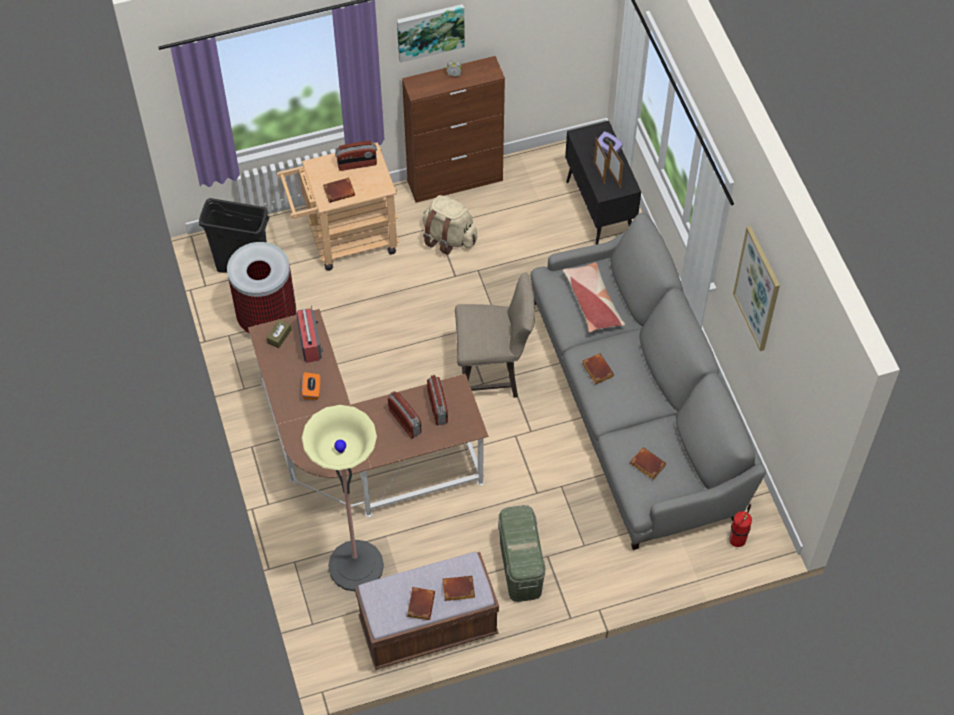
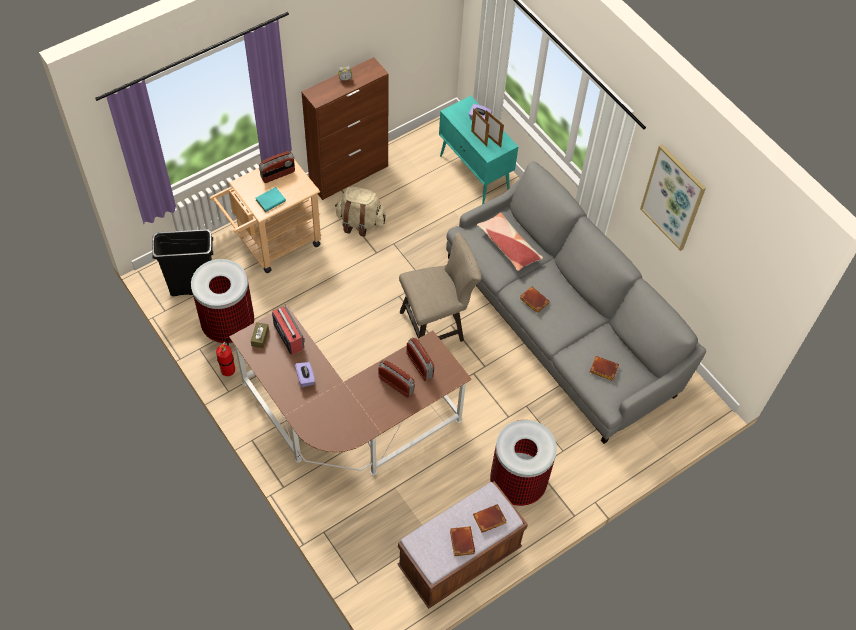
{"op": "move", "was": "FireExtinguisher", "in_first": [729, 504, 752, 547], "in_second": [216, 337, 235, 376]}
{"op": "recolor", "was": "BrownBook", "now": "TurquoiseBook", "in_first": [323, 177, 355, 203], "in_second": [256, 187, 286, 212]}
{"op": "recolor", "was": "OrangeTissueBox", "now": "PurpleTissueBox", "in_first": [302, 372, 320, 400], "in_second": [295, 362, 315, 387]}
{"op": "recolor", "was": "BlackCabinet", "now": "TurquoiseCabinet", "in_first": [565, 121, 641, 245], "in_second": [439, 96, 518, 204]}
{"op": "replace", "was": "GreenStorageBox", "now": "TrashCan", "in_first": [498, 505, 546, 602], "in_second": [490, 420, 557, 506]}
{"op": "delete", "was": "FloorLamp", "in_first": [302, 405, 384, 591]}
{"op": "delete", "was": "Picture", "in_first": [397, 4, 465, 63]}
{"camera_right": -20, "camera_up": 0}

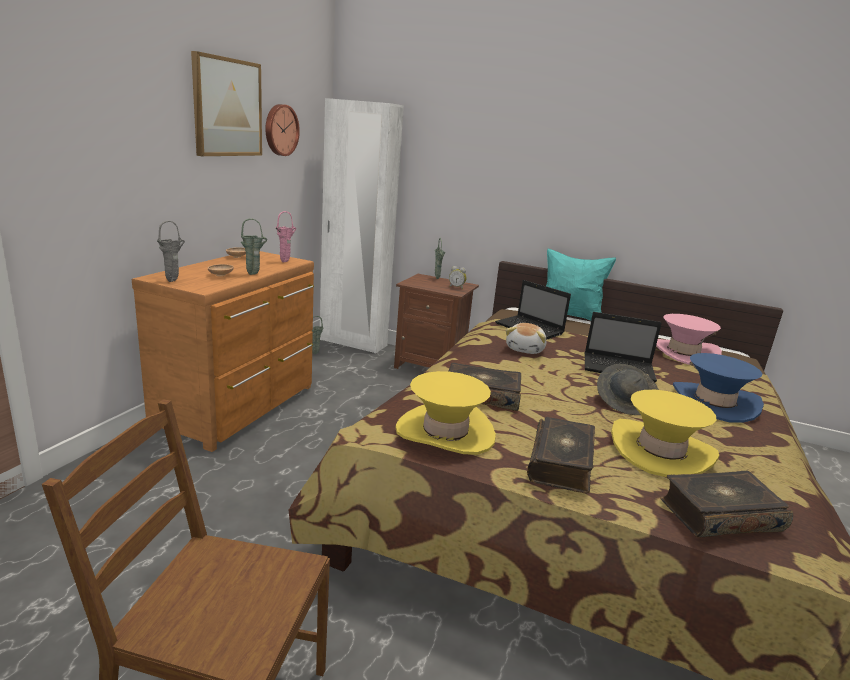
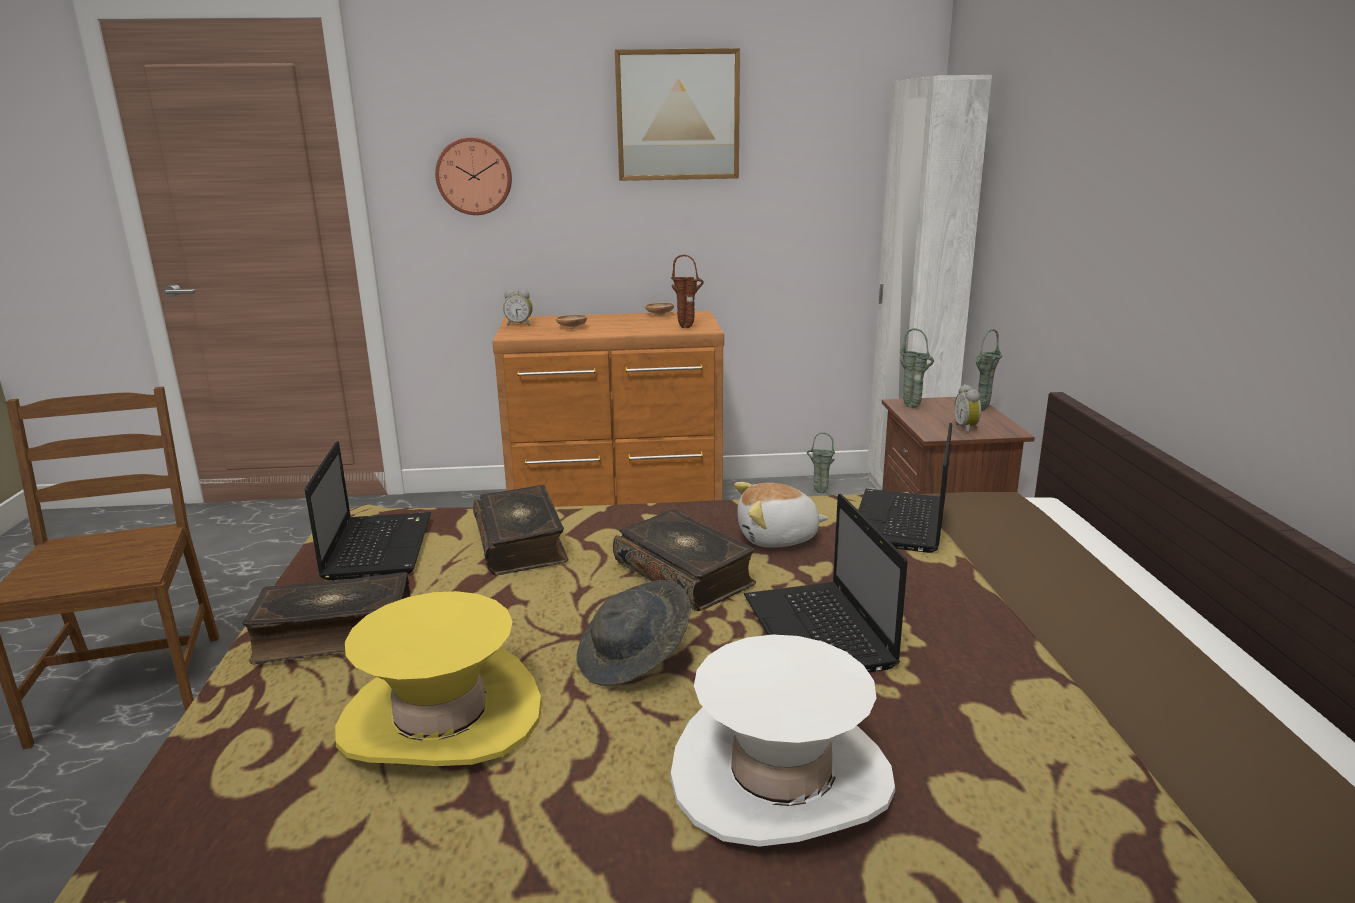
{"op": "replace", "was": "YellowHat", "now": "Laptop", "in_first": [395, 371, 496, 455], "in_second": [304, 441, 431, 580]}
{"op": "move", "was": "WallClock", "in_first": [265, 104, 300, 156], "in_second": [435, 137, 512, 215]}
{"op": "replace", "was": "GreyVase", "now": "AlarmClock", "in_first": [157, 221, 185, 282], "in_second": [503, 290, 533, 326]}
{"op": "move", "was": "Book", "in_first": [660, 471, 793, 538], "in_second": [613, 509, 756, 611]}
{"op": "recolor", "was": "BlueHat", "now": "WhiteHat", "in_first": [672, 353, 764, 423], "in_second": [670, 634, 895, 847]}
{"op": "recolor", "was": "PinkVase", "now": "BrownVase", "in_first": [276, 211, 296, 263], "in_second": [671, 255, 704, 328]}
{"op": "move", "was": "GreenVase", "in_first": [241, 218, 267, 275], "in_second": [900, 328, 934, 408]}
{"op": "delete", "was": "TurquoisePillow", "in_first": [546, 249, 616, 321]}
{"op": "delete", "was": "PinkHat", "in_first": [656, 314, 722, 365]}
{"camera_right": 65, "camera_up": 0}

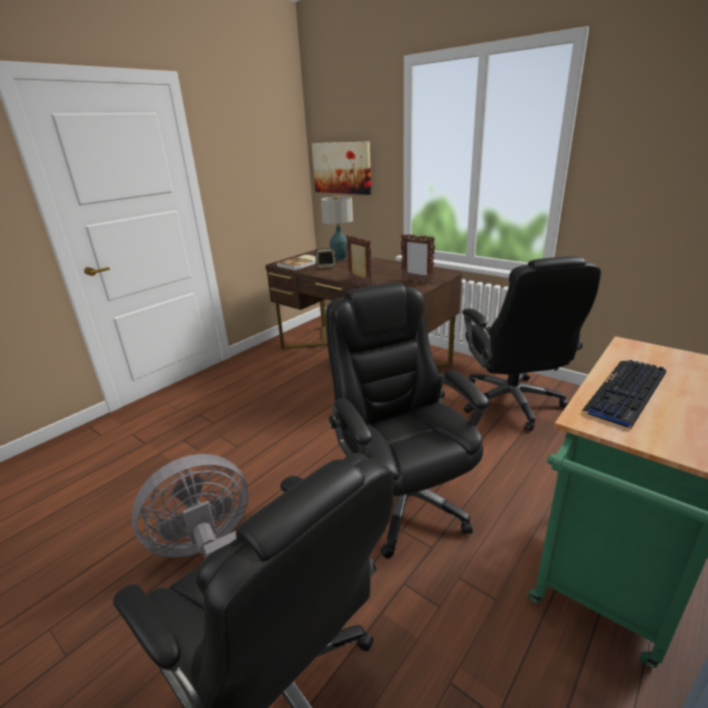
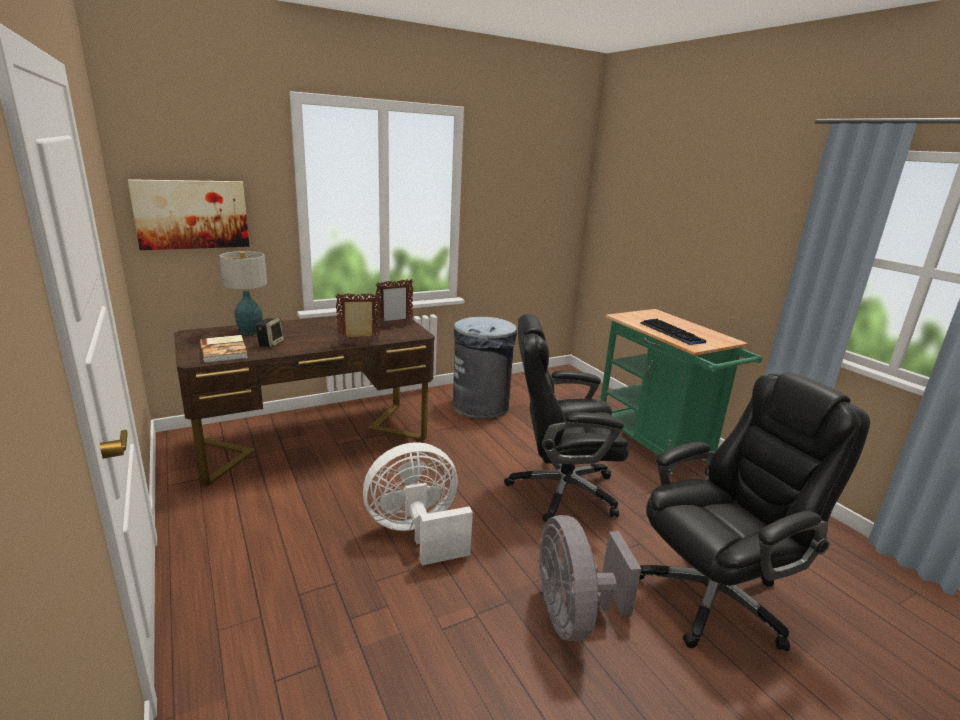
{"op": "insert", "now": "WhiteFan", "in_second": [363, 442, 473, 565]}
{"op": "replace", "was": "BlackOfficeChair", "now": "GreyTrashCan", "in_first": [462, 256, 601, 431], "in_second": [453, 317, 517, 419]}
{"camera_right": -70, "camera_up": -5}

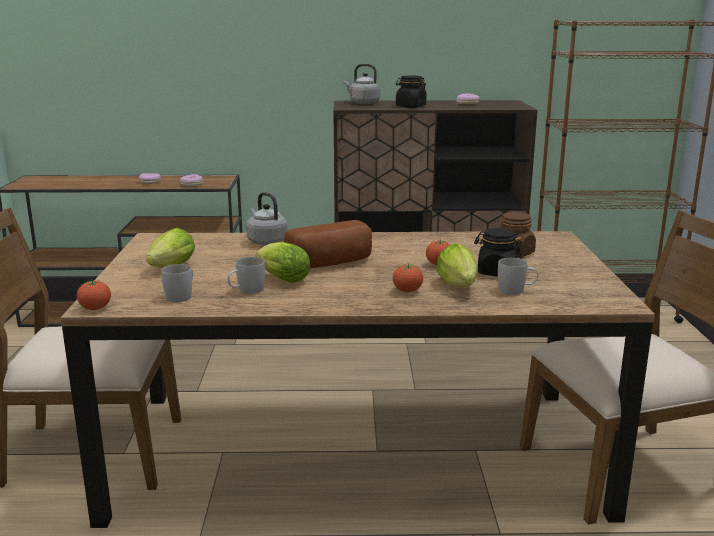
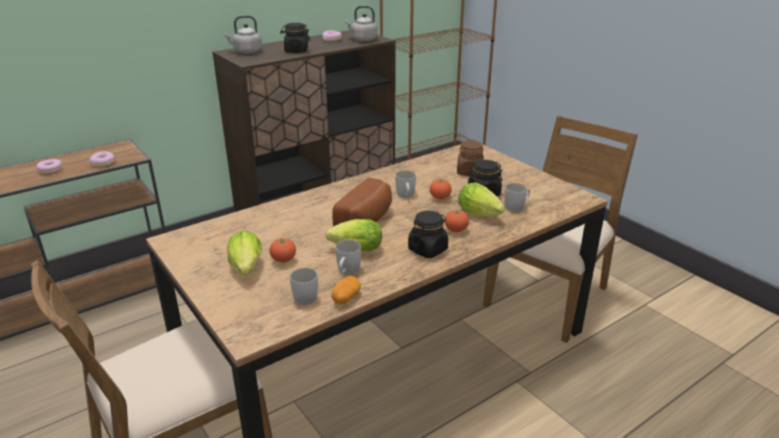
{"op": "move", "was": "Tomato", "in_first": [77, 280, 111, 310], "in_second": [269, 238, 296, 262]}
{"op": "insert", "now": "Potato", "in_second": [332, 276, 361, 304]}
{"op": "move", "was": "GreyKettle", "in_first": [246, 192, 288, 245], "in_second": [345, 6, 378, 41]}
{"op": "insert", "now": "WhiteMug", "in_second": [395, 170, 416, 198]}
{"op": "insert", "now": "BlackJar", "in_second": [408, 211, 448, 258]}
{"camera_right": -35, "camera_up": 10}

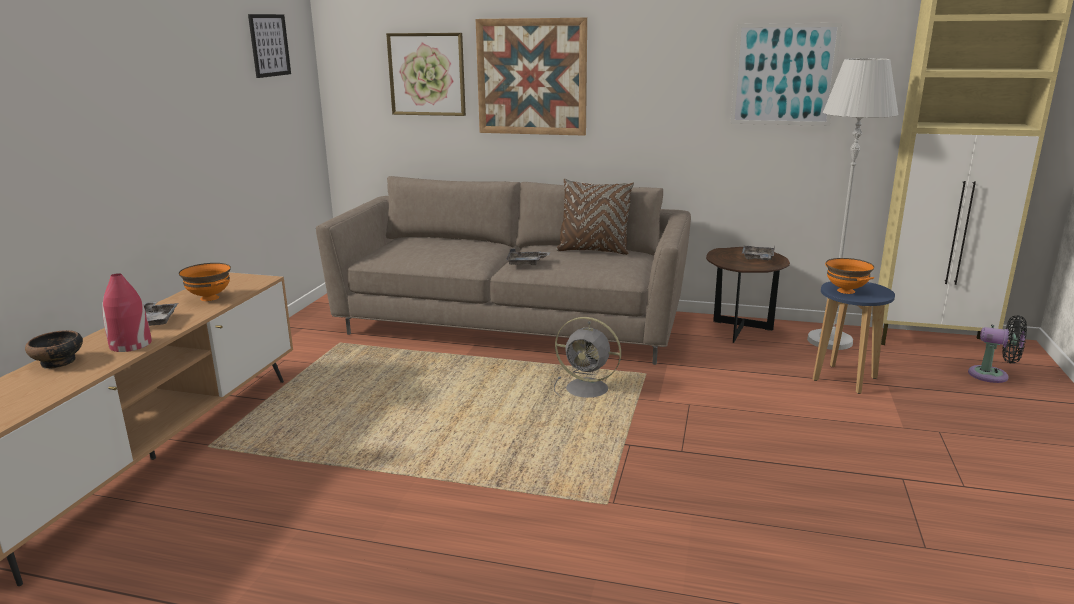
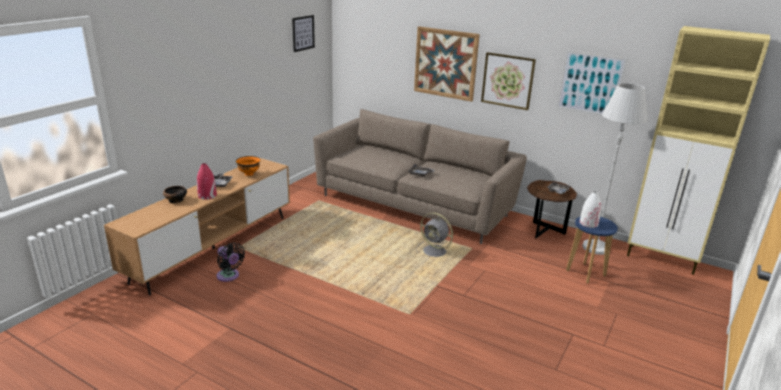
{"op": "move", "was": "BlackFan", "in_first": [968, 315, 1027, 383], "in_second": [216, 243, 245, 282]}
{"op": "move", "was": "Picture", "in_first": [386, 33, 466, 116], "in_second": [481, 52, 536, 110]}
{"op": "replace", "was": "OrangeBowl", "now": "WhiteVase", "in_first": [825, 258, 874, 294], "in_second": [580, 191, 601, 228]}
{"op": "delete", "was": "BrownPillow", "in_first": [556, 178, 634, 255]}
{"camera_right": 15, "camera_up": 5}

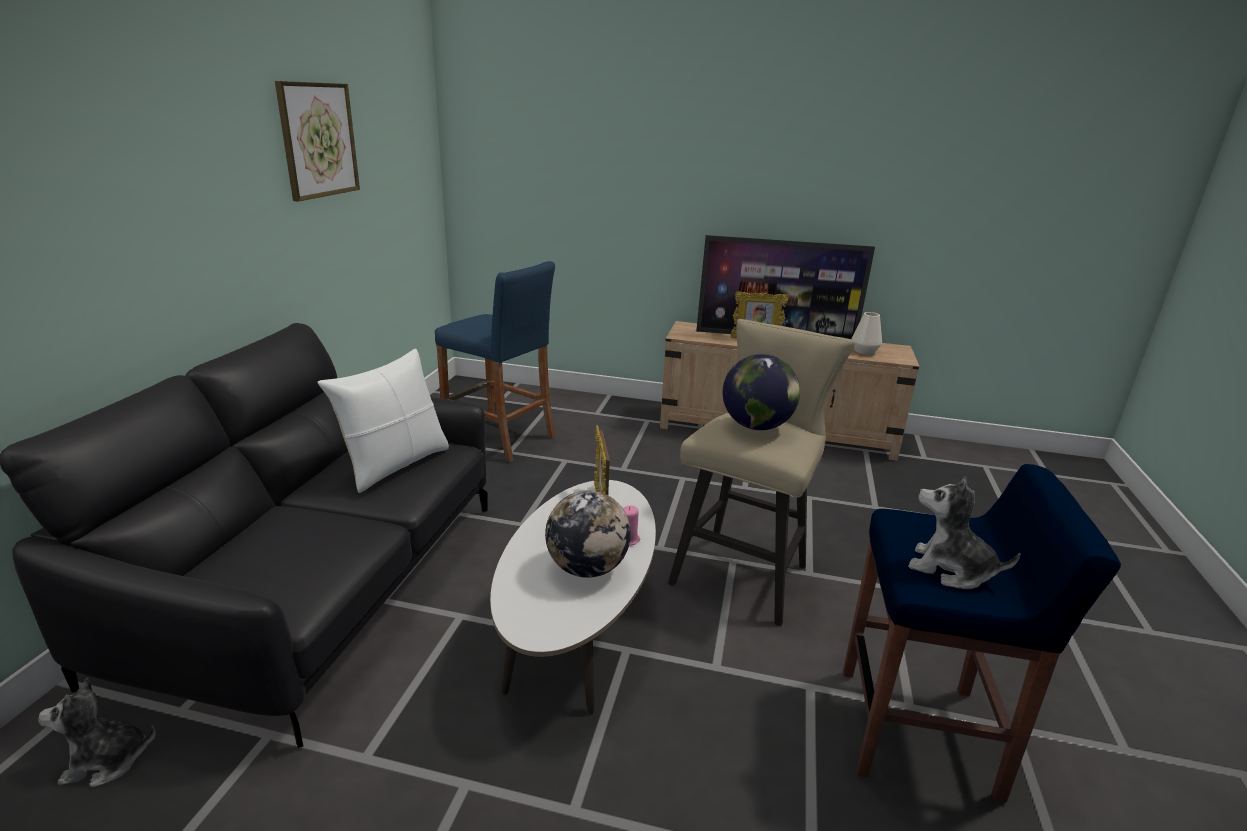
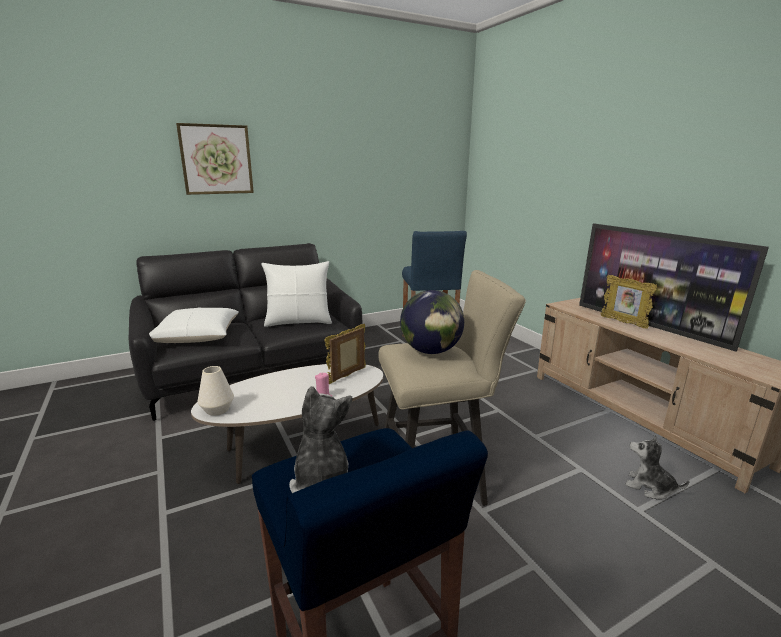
{"op": "insert", "now": "WhitePillow", "in_second": [149, 308, 239, 343]}
{"op": "move", "was": "Picture", "in_first": [275, 81, 360, 202], "in_second": [176, 123, 254, 195]}
{"op": "move", "was": "WhiteVase", "in_first": [851, 312, 882, 355], "in_second": [198, 366, 234, 416]}
{"op": "move", "was": "PlushToy", "in_first": [38, 677, 156, 788], "in_second": [625, 435, 690, 500]}
{"op": "delete", "was": "Globe", "in_first": [545, 491, 631, 578]}
{"camera_right": 50, "camera_up": -5}

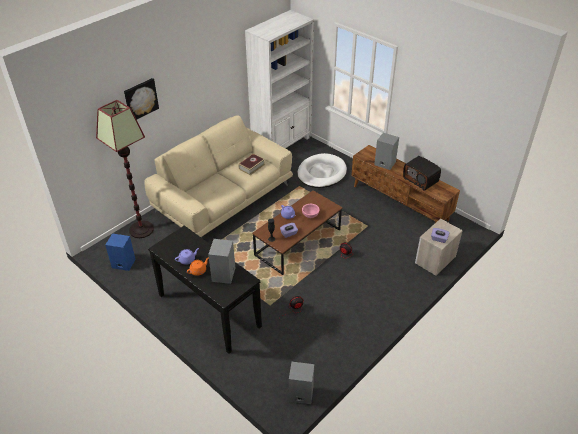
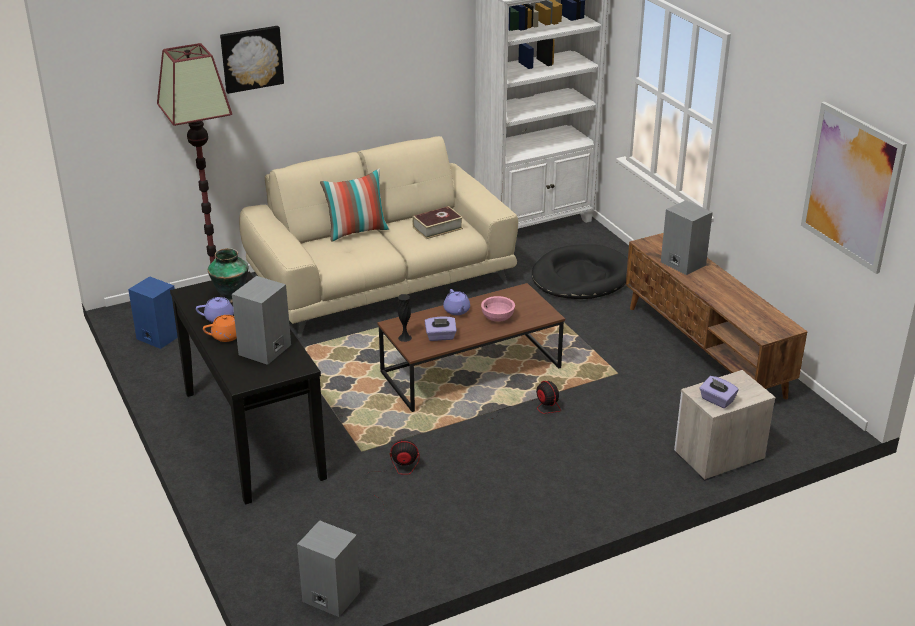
{"op": "insert", "now": "Vase", "in_second": [208, 248, 248, 303]}
{"op": "insert", "now": "Pillow", "in_second": [320, 168, 389, 242]}
{"op": "recolor", "was": "WhiteDogBed", "now": "BlackDogBed", "in_first": [297, 153, 347, 188], "in_second": [532, 244, 628, 299]}
{"op": "insert", "now": "Picture", "in_second": [801, 102, 907, 274]}
{"op": "delete", "was": "Radio", "in_first": [403, 156, 441, 191]}
{"camera_right": 20, "camera_up": -10}

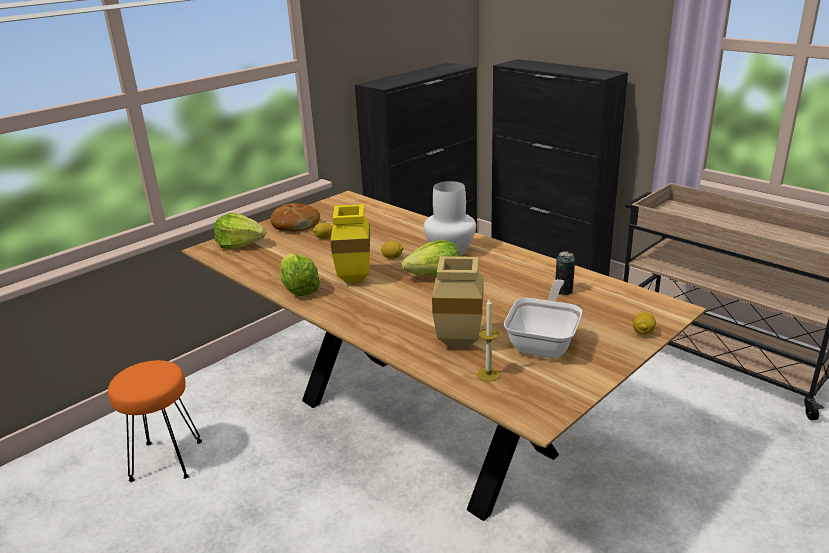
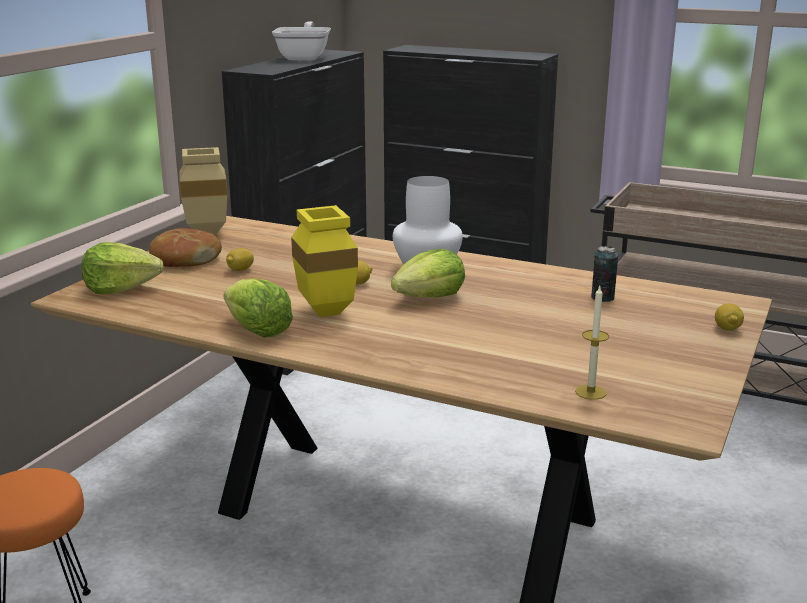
{"op": "move", "was": "BeigeVase", "in_first": [432, 256, 484, 348], "in_second": [180, 147, 227, 235]}
{"op": "move", "was": "FryingPan", "in_first": [504, 279, 582, 358], "in_second": [272, 21, 331, 60]}
{"camera_right": -20, "camera_up": -5}

